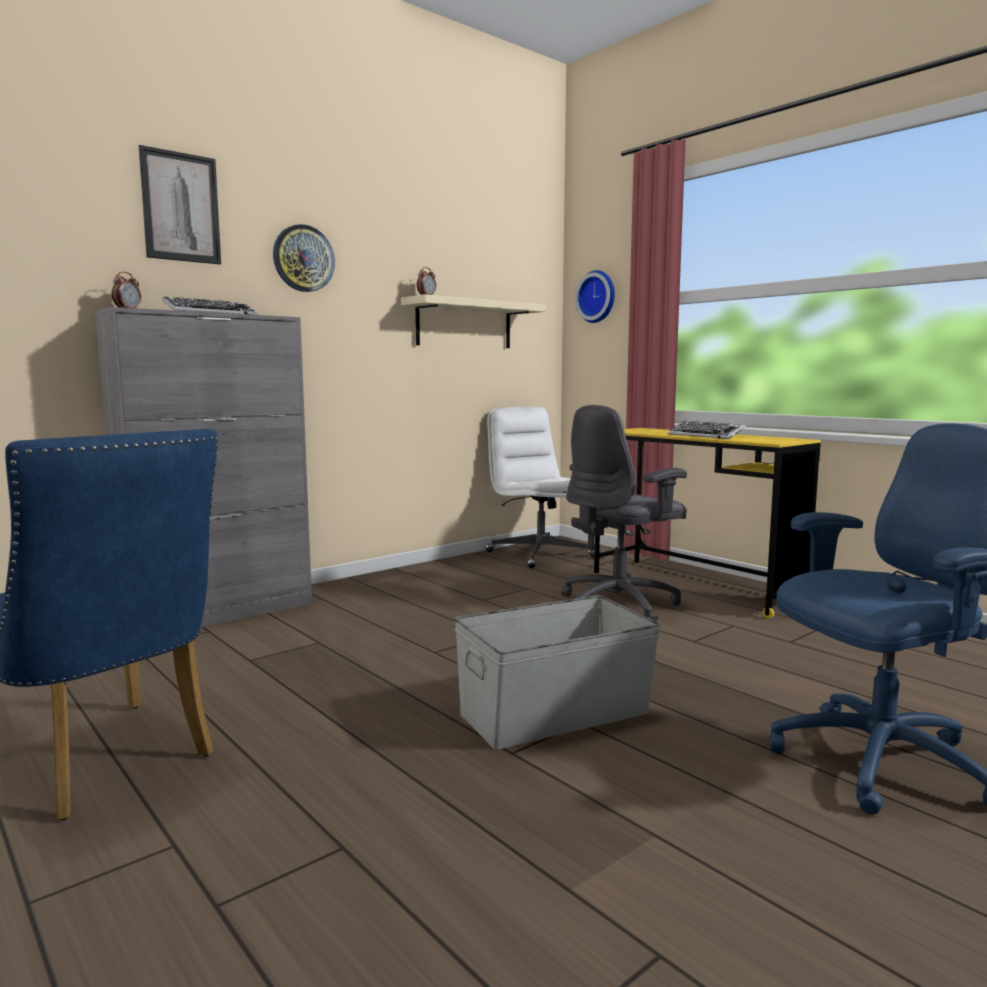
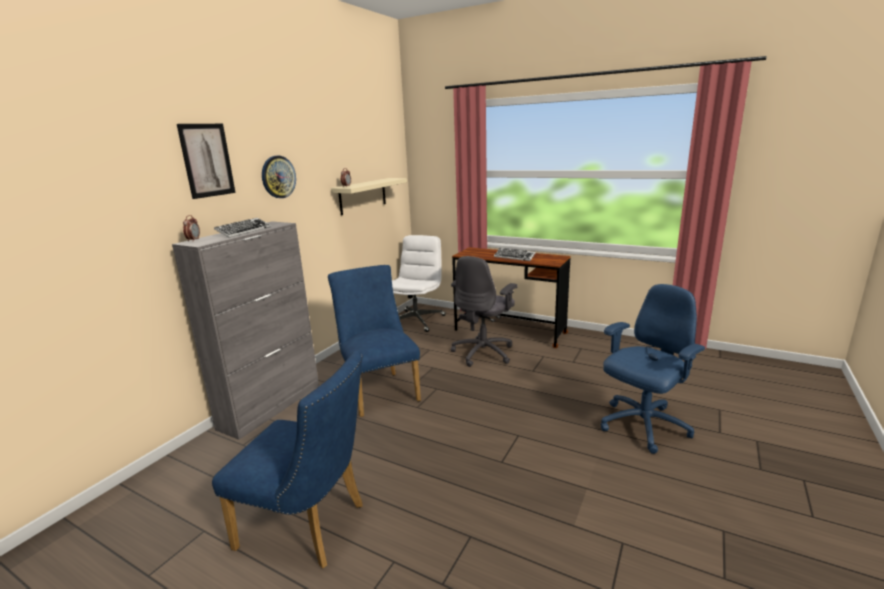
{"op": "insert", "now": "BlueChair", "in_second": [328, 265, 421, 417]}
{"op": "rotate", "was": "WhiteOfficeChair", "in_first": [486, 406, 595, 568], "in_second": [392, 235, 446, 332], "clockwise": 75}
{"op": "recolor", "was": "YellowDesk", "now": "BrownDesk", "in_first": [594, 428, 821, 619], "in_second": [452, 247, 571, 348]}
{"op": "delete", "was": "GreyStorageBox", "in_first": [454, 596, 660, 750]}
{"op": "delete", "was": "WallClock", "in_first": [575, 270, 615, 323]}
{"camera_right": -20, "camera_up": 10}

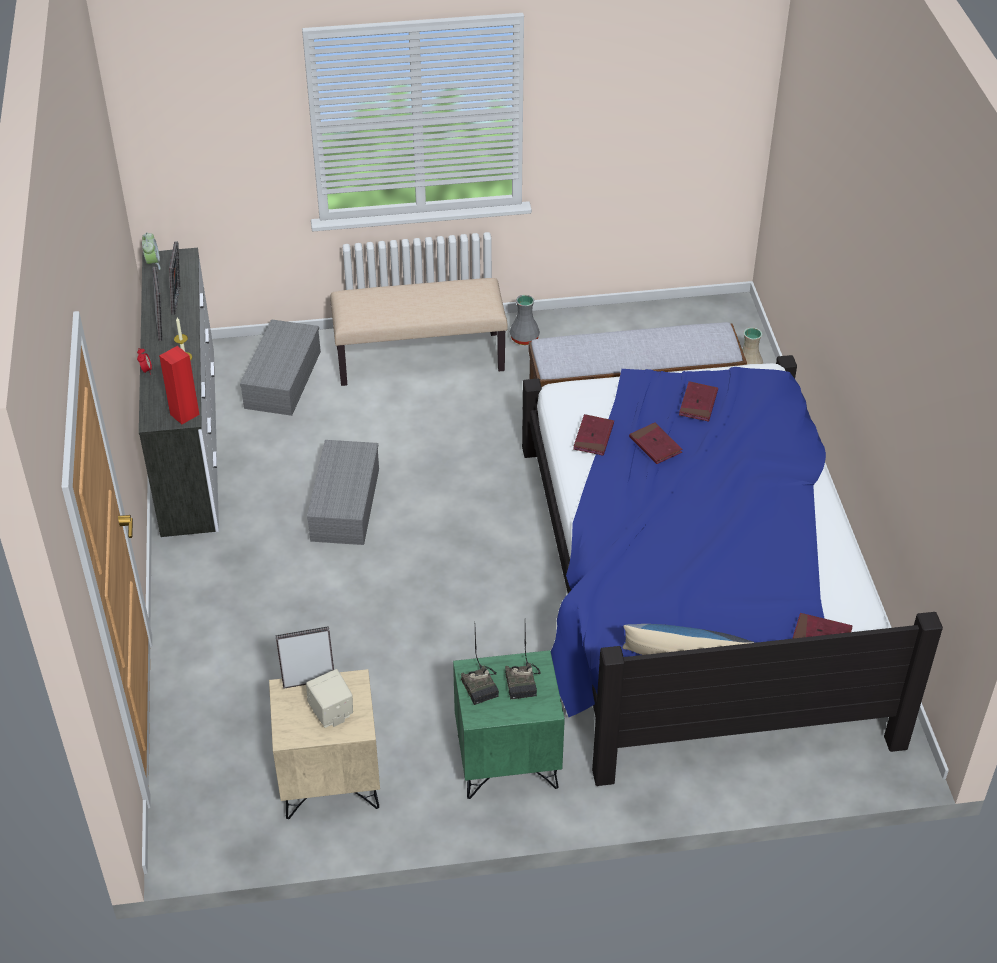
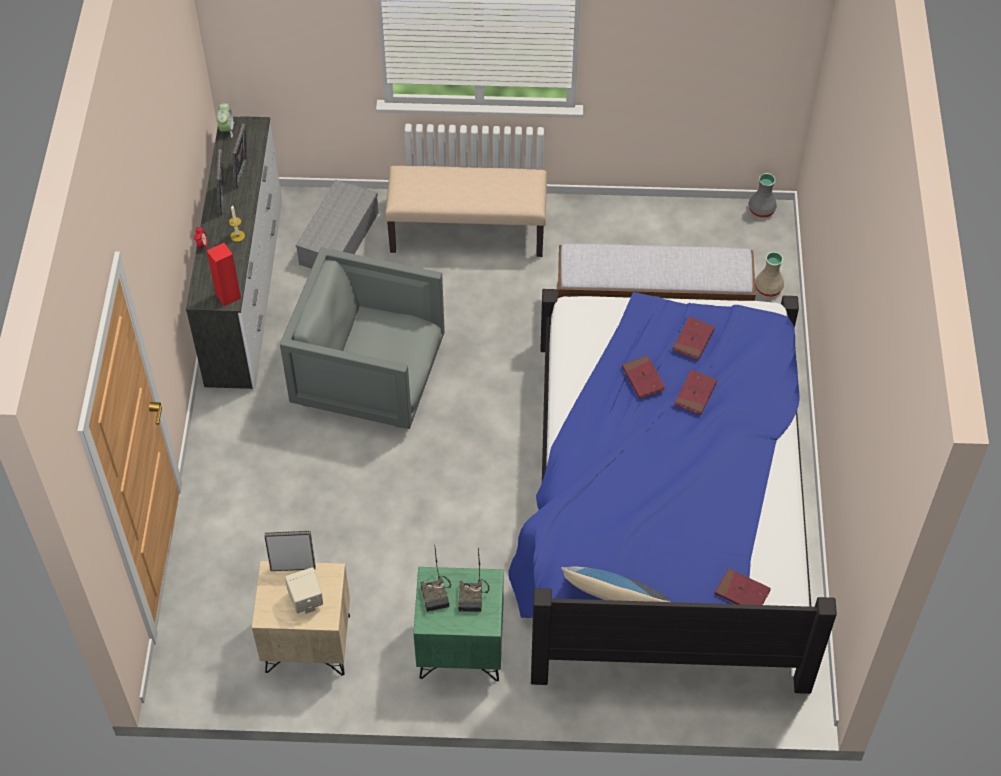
{"op": "replace", "was": "GreyStorageBox", "now": "GreyArmchair", "in_first": [307, 440, 379, 545], "in_second": [280, 247, 445, 429]}
{"op": "move", "was": "RedBook", "in_first": [573, 414, 614, 456], "in_second": [674, 370, 717, 415]}
{"op": "move", "was": "GreyVase", "in_first": [510, 295, 540, 345], "in_second": [749, 173, 777, 218]}
{"camera_right": 10, "camera_up": 10}

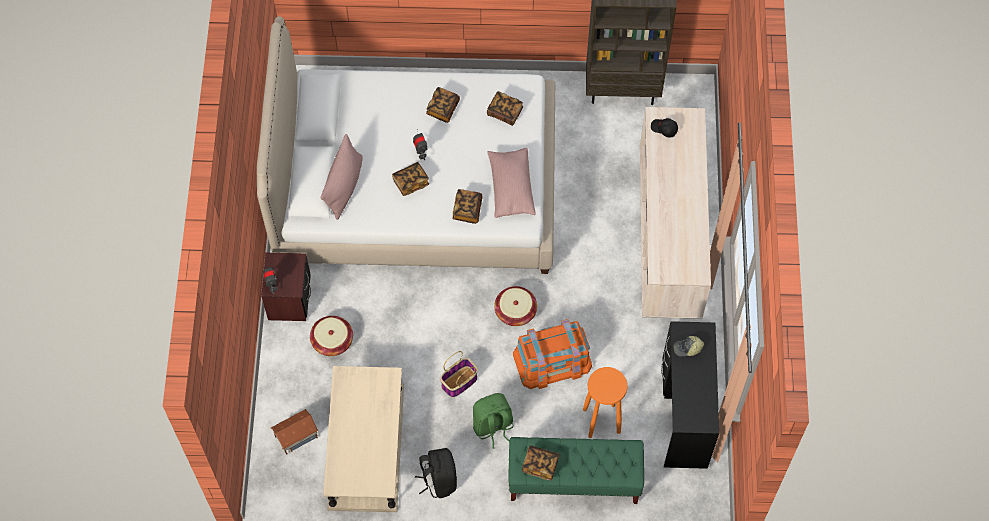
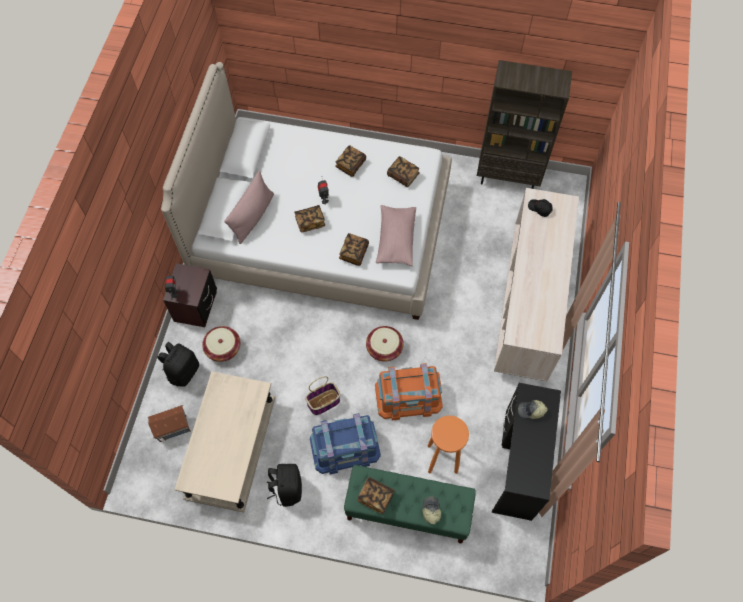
{"op": "insert", "now": "BlackBackpack", "in_second": [158, 342, 199, 387]}
{"op": "replace", "was": "GreenBackpack", "now": "BlueStorageBox", "in_first": [473, 393, 513, 449], "in_second": [310, 413, 381, 474]}
{"op": "insert", "now": "Cap", "in_second": [422, 496, 441, 524]}
{"camera_right": 10, "camera_up": 0}

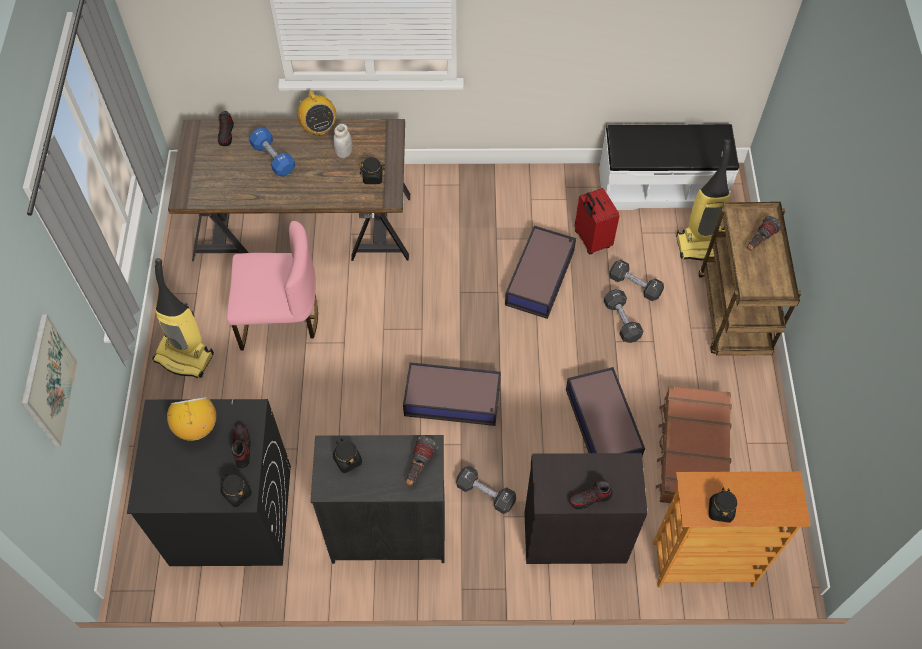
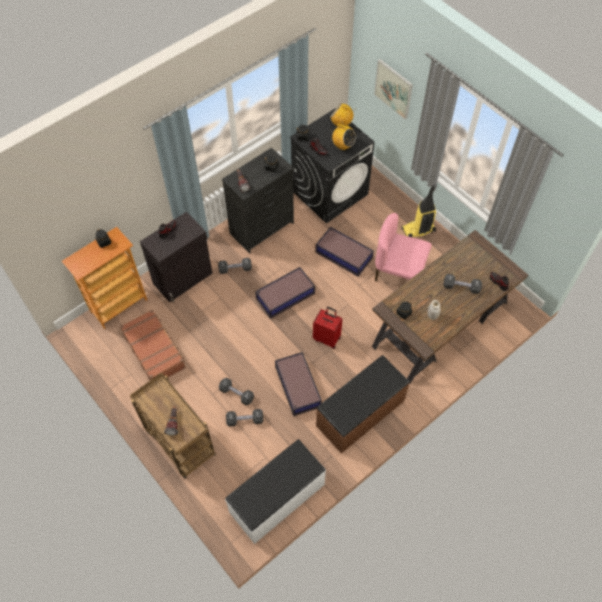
{"op": "move", "was": "RedSuitcase", "in_first": [575, 188, 620, 254], "in_second": [313, 307, 342, 349]}
{"op": "move", "was": "StorageBox", "in_first": [566, 367, 645, 456], "in_second": [315, 227, 374, 277]}
{"op": "insert", "now": "BrownBench", "in_second": [316, 355, 410, 454]}
{"op": "move", "was": "Radio", "in_first": [297, 90, 336, 136], "in_second": [330, 104, 354, 127]}
{"op": "rotate", "was": "PinkChair", "in_first": [226, 221, 318, 351], "in_second": [375, 213, 432, 281], "clockwise": 60}
{"op": "recolor", "was": "BlueDumbbell", "now": "BlackDumbbell", "in_first": [249, 127, 295, 177], "in_second": [443, 274, 482, 294]}
{"op": "delete", "was": "VacuumCleaner", "in_first": [676, 139, 731, 260]}
{"camera_right": 140, "camera_up": 0}

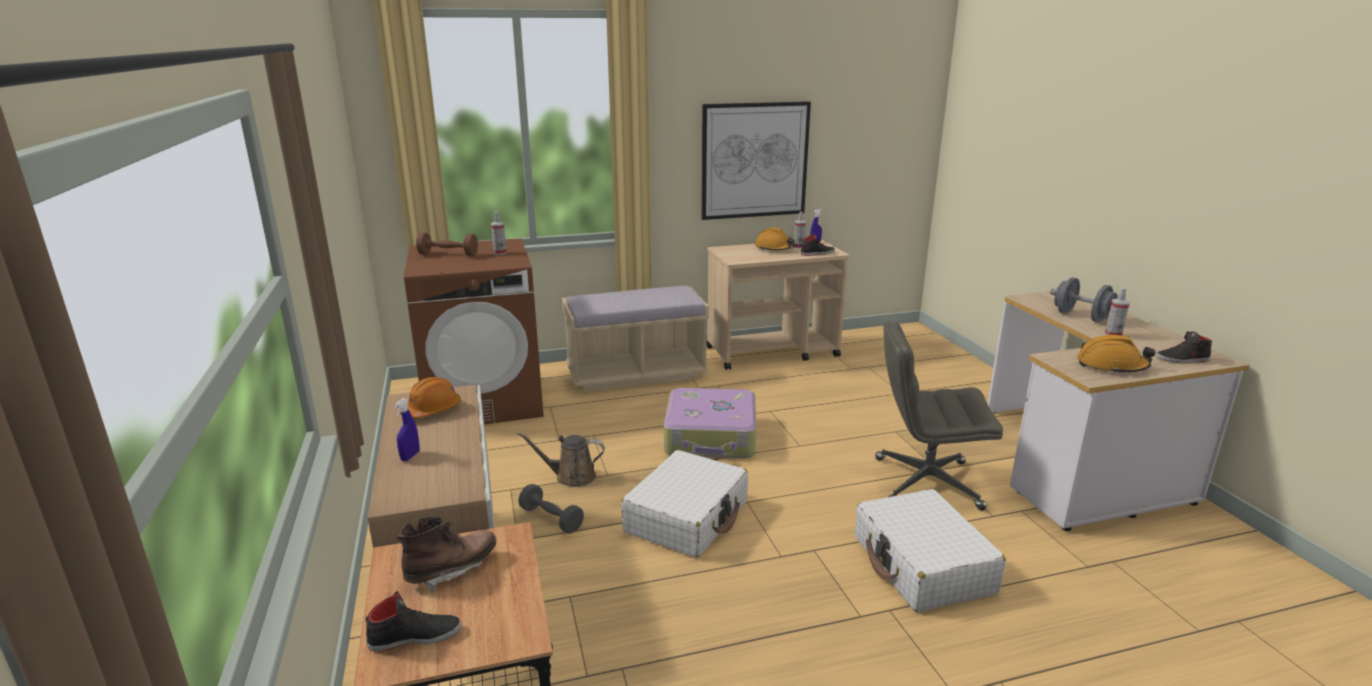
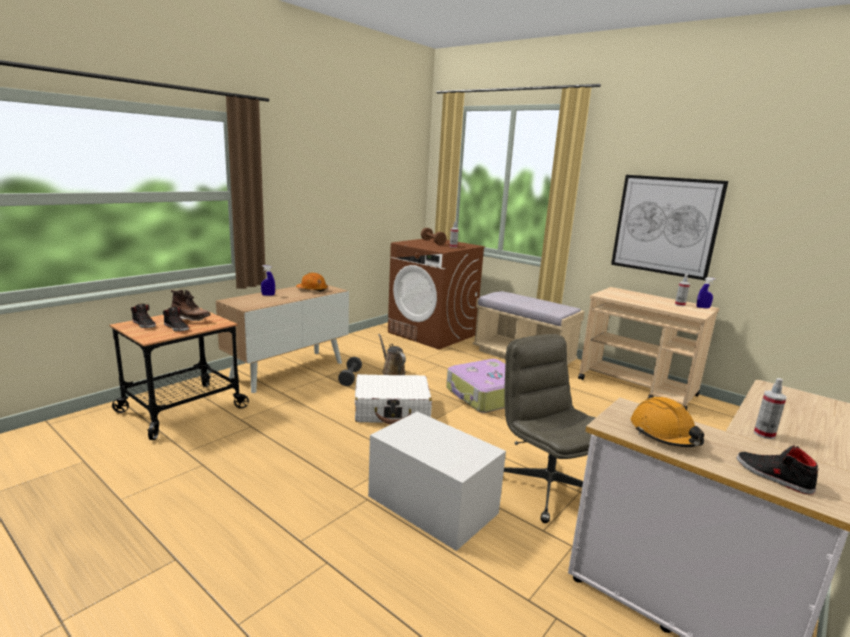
{"op": "move", "was": "BlackShoe", "in_first": [801, 234, 835, 256], "in_second": [163, 307, 189, 331]}
{"op": "replace", "was": "WhiteSuitcase", "now": "WhiteStorageBox", "in_first": [855, 489, 1006, 612], "in_second": [368, 412, 506, 551]}
{"op": "delete", "was": "OrangeHardHat", "in_first": [755, 228, 795, 250]}
{"op": "delete", "was": "GreyDumbbell", "in_first": [1050, 277, 1118, 322]}
{"camera_right": 55, "camera_up": -5}

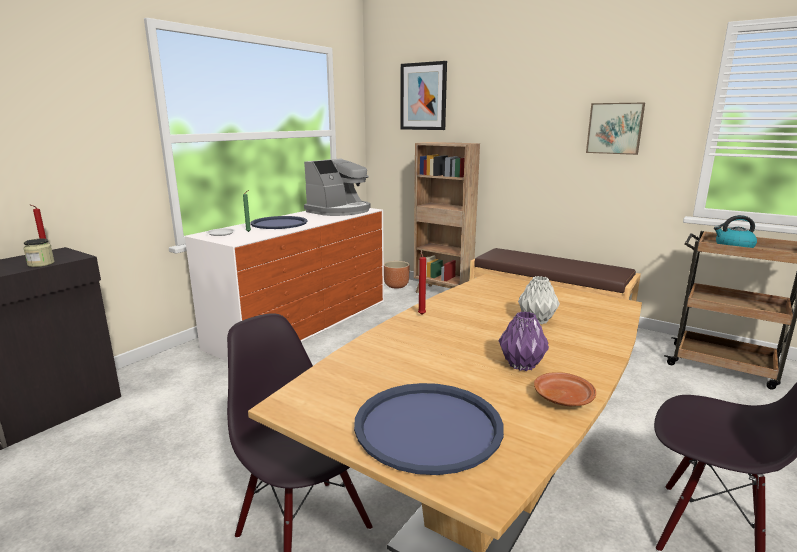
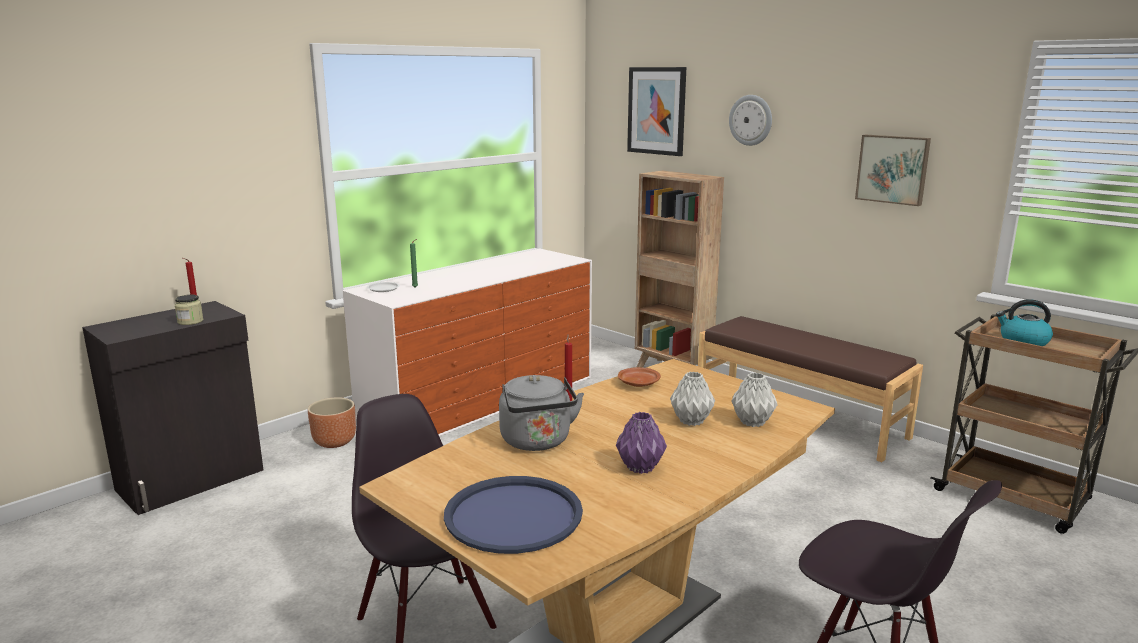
{"op": "move", "was": "BrownPlanter", "in_first": [384, 261, 410, 289], "in_second": [308, 397, 356, 448]}
{"op": "insert", "now": "GreyKettle", "in_second": [499, 375, 584, 451]}
{"op": "move", "was": "BrownPlate", "in_first": [534, 372, 596, 406], "in_second": [618, 367, 661, 387]}
{"op": "insert", "now": "WallClock", "in_second": [729, 95, 772, 146]}
{"op": "insert", "now": "GreyVase", "in_second": [731, 373, 778, 427]}
{"op": "delete", "was": "BlueTray", "in_first": [250, 216, 307, 229]}
{"op": "delete", "was": "CoffeeMachine", "in_first": [304, 159, 370, 216]}
{"camera_right": 10, "camera_up": 0}

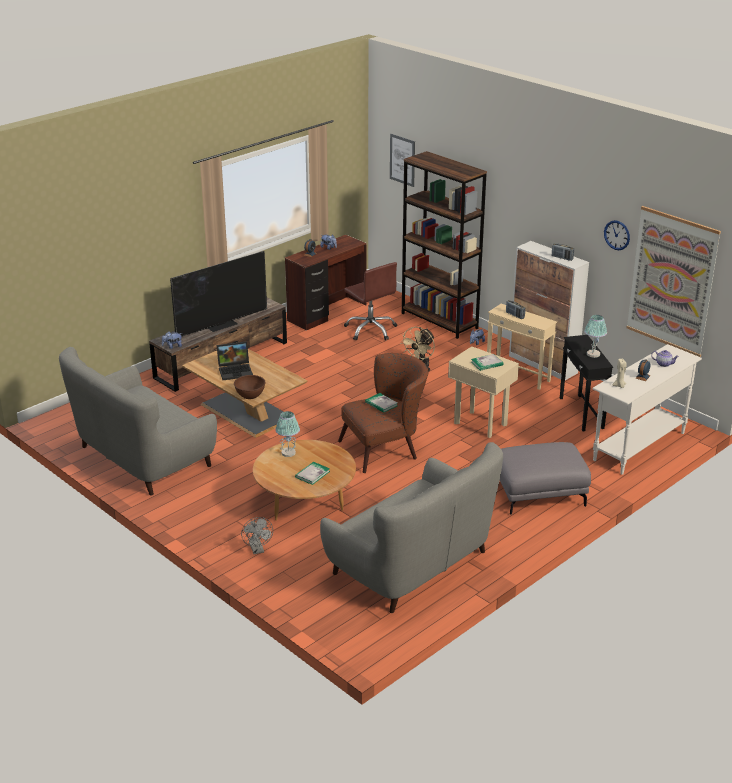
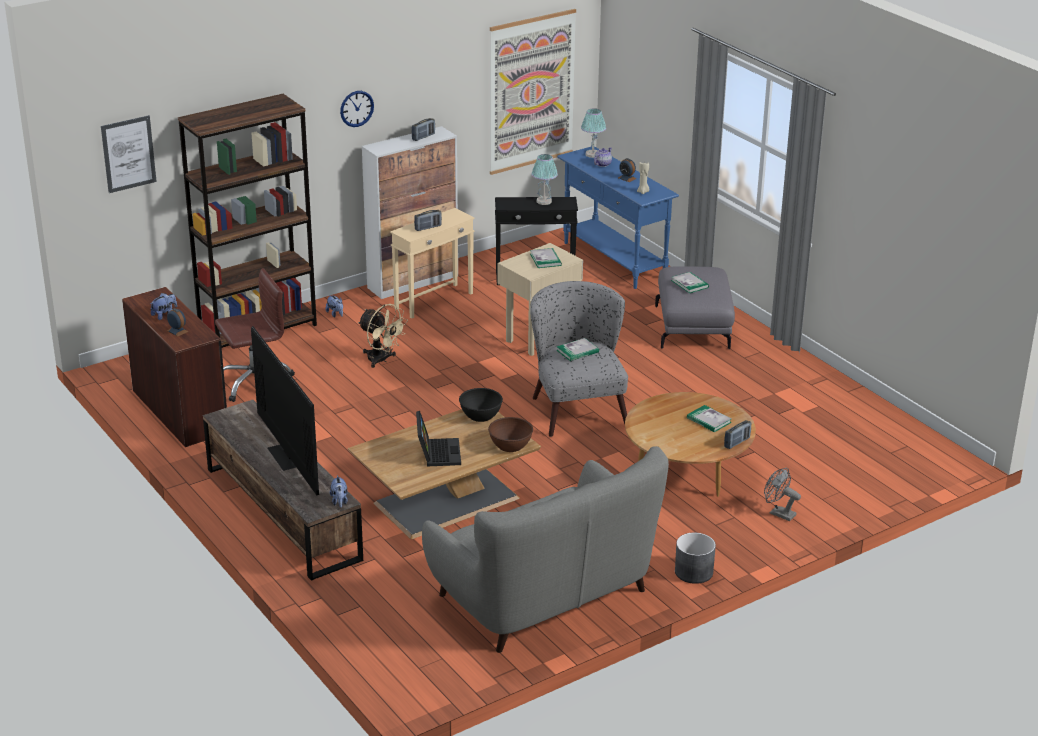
{"op": "move", "was": "WallClock", "in_first": [604, 220, 630, 250], "in_second": [340, 91, 374, 127]}
{"op": "insert", "now": "BlackBowl", "in_second": [459, 388, 503, 422]}
{"op": "recolor", "was": "BrownArmchair", "now": "GreyArmchair", "in_first": [338, 353, 428, 473], "in_second": [530, 281, 628, 437]}
{"op": "recolor", "was": "WhiteConsoleTable", "now": "BlueConsoleTable", "in_first": [592, 344, 702, 475], "in_second": [557, 146, 679, 289]}
{"op": "move", "was": "TableLamp", "in_first": [275, 411, 300, 457], "in_second": [581, 108, 606, 158]}
{"op": "insert", "now": "Book", "in_second": [671, 272, 709, 293]}
{"op": "insert", "now": "GreyPlanter", "in_second": [675, 533, 716, 584]}
{"op": "insert", "now": "Radio", "in_second": [724, 420, 751, 449]}
{"op": "rotate", "was": "GreyFan", "in_first": [241, 517, 273, 554], "in_second": [764, 468, 801, 521], "clockwise": -135}
{"op": "delete", "was": "GreySofa", "in_first": [320, 442, 503, 613]}
{"camera_right": -80, "camera_up": 0}

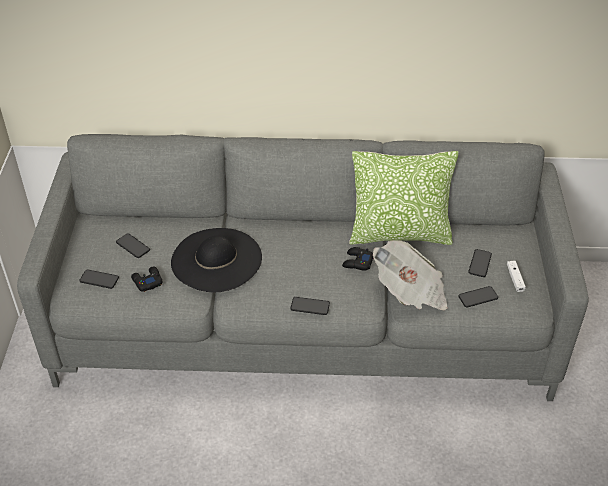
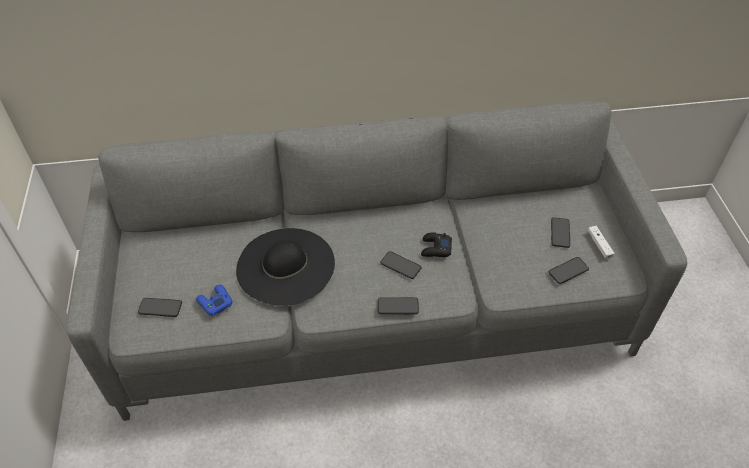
{"op": "recolor", "was": "BlackGameController", "now": "BlueGameController", "in_first": [131, 267, 163, 292], "in_second": [196, 284, 232, 316]}
{"op": "move", "was": "Phone", "in_first": [116, 233, 150, 258], "in_second": [380, 251, 422, 279]}
{"op": "delete", "was": "Pillow", "in_first": [349, 151, 458, 245]}
{"op": "delete", "was": "Newspaper", "in_first": [373, 240, 448, 310]}
{"camera_right": -10, "camera_up": 5}

